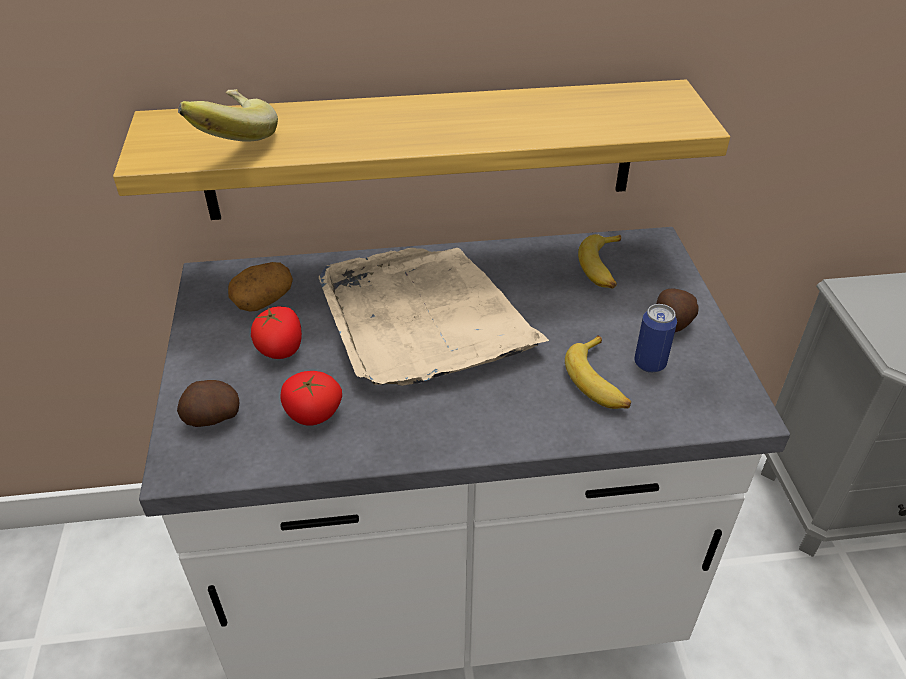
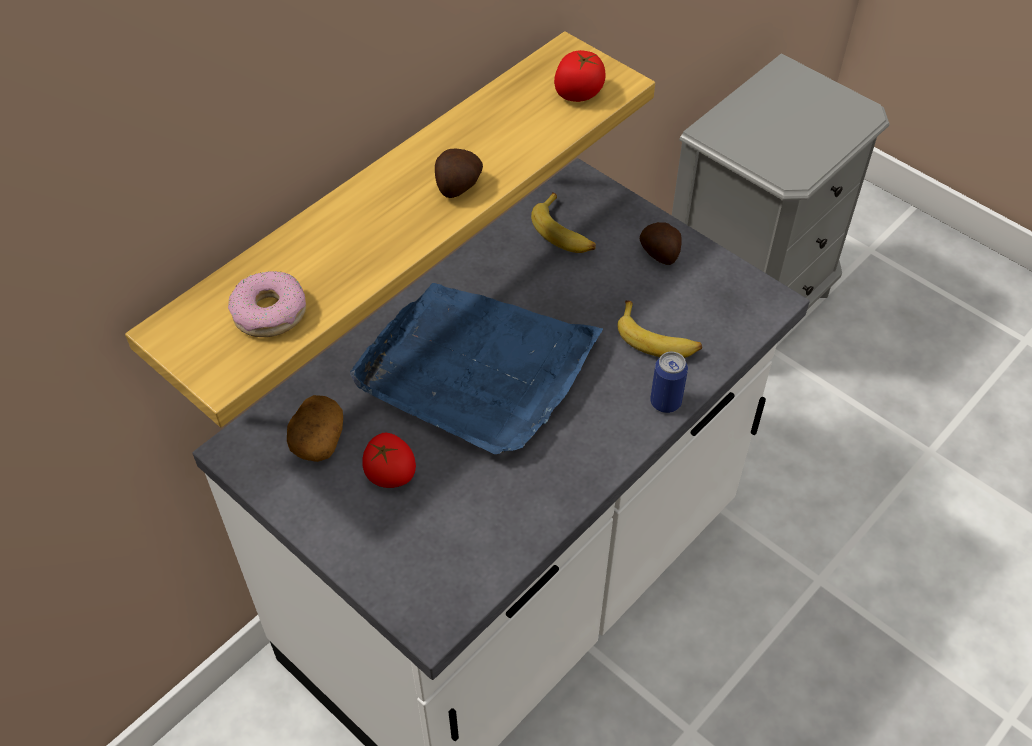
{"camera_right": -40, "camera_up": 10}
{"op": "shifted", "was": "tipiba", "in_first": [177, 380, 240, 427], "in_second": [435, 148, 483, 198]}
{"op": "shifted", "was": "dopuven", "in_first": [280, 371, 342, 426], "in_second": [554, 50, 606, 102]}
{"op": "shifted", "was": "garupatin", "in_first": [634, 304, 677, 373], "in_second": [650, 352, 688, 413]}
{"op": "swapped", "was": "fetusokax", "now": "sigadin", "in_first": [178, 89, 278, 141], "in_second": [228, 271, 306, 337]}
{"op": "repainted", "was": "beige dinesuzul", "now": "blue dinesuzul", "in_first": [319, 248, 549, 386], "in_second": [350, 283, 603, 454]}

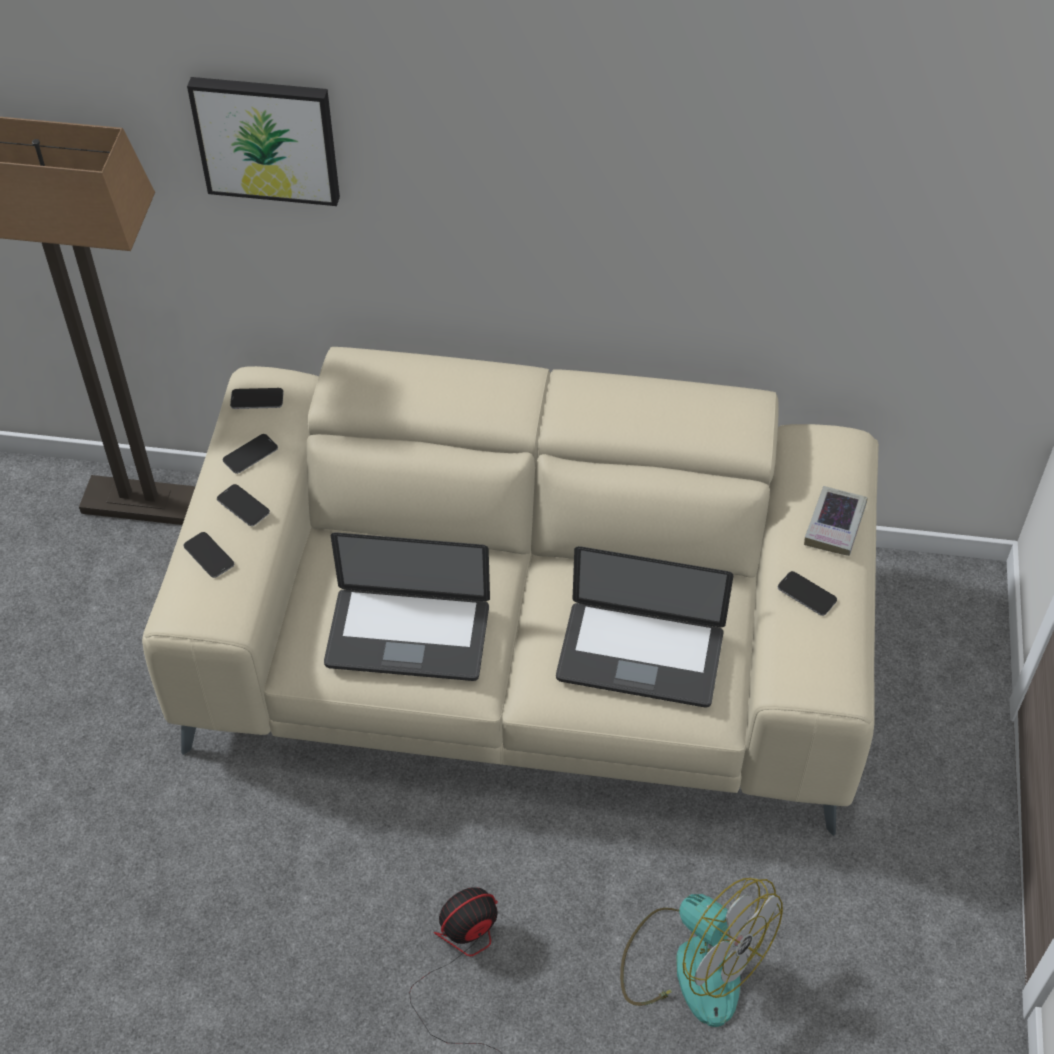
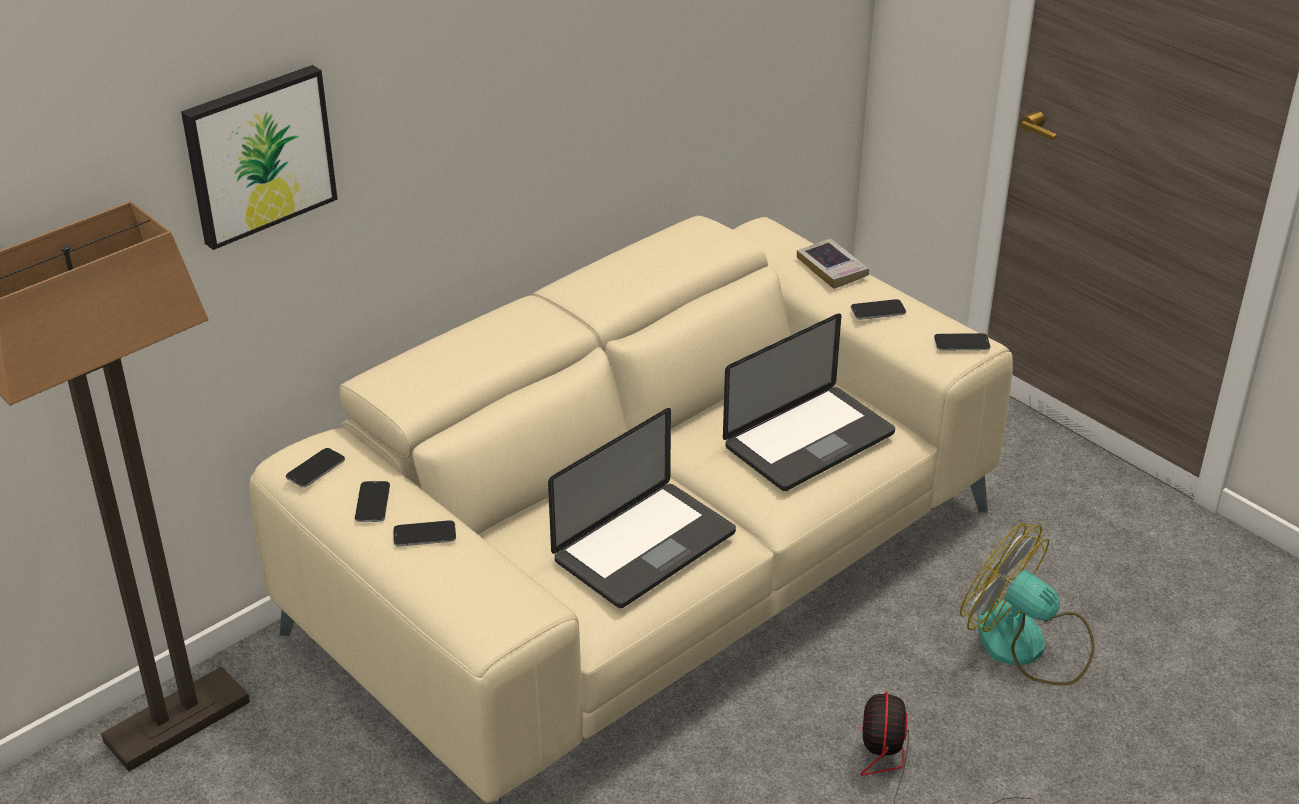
{"camera_right": -50, "camera_up": -15}
{"op": "shifted", "was": "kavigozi", "in_first": [183, 532, 234, 578], "in_second": [934, 333, 990, 351]}
{"op": "rotated", "was": "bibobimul", "in_first": [620, 878, 783, 1027], "in_second": [960, 523, 1095, 686], "clockwise": -135}

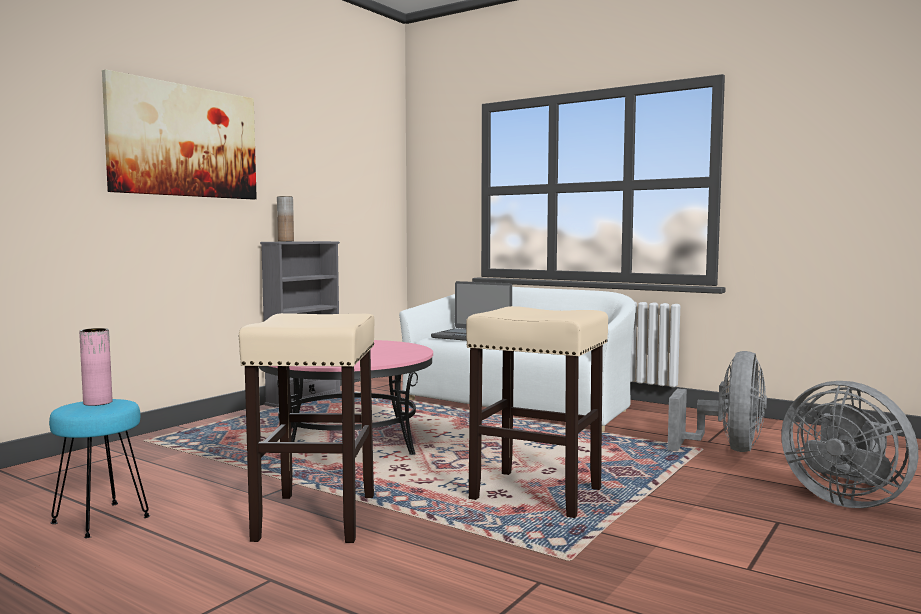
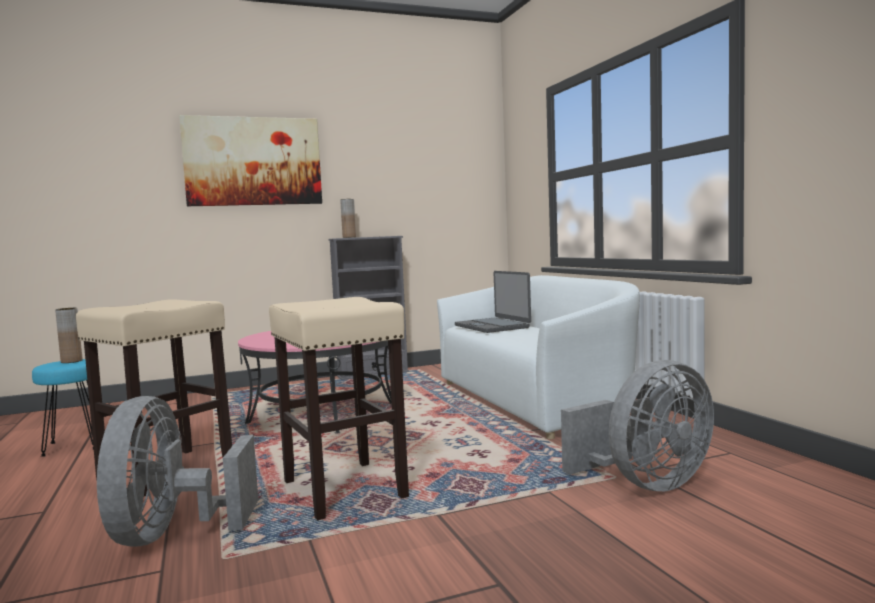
{"camera_right": 35, "camera_up": 0}
{"op": "shifted", "was": "grey bibobimul", "in_first": [781, 381, 918, 508], "in_second": [97, 396, 258, 547]}
{"op": "repainted", "was": "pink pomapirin", "now": "brown pomapirin", "in_first": [79, 328, 112, 406], "in_second": [55, 308, 83, 363]}

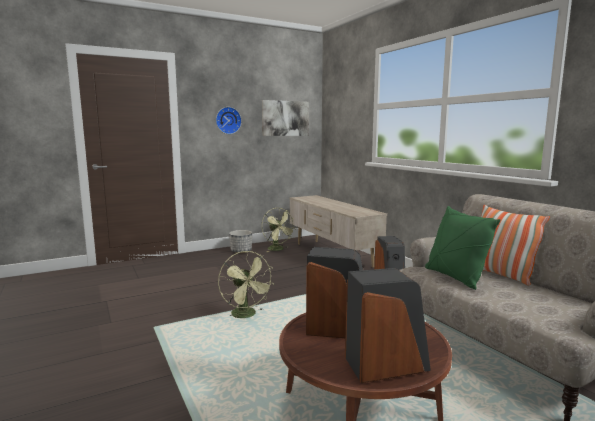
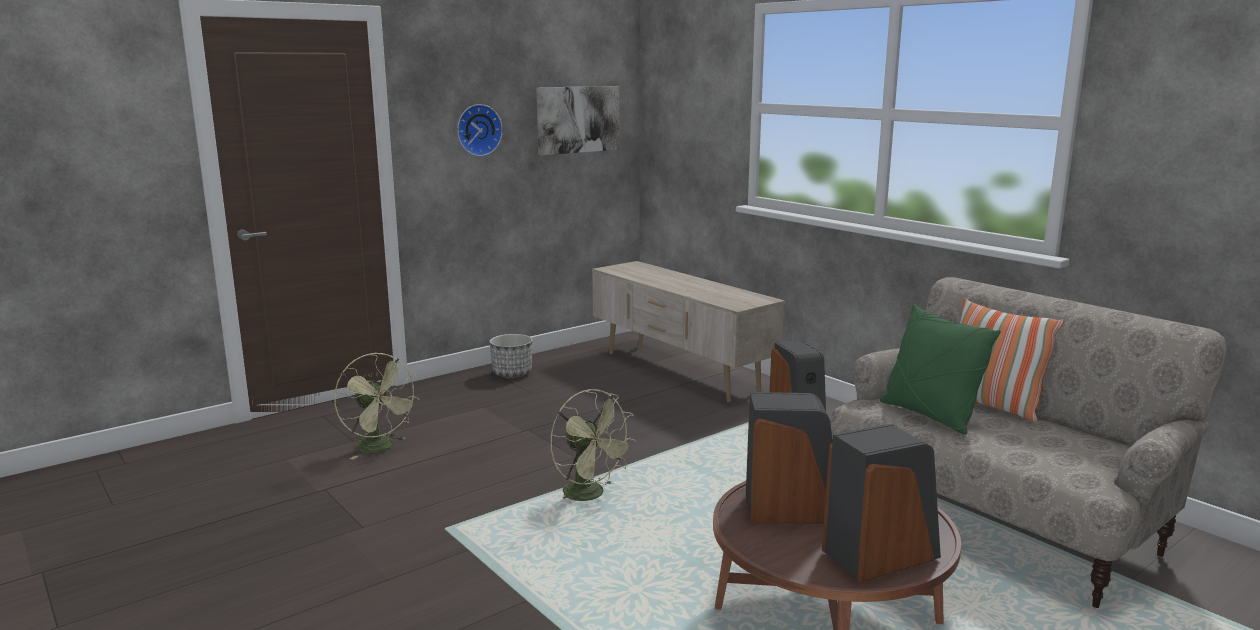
{"camera_right": -10, "camera_up": 5}
{"op": "shifted", "was": "green bibobimul", "in_first": [262, 208, 295, 252], "in_second": [334, 353, 420, 459]}

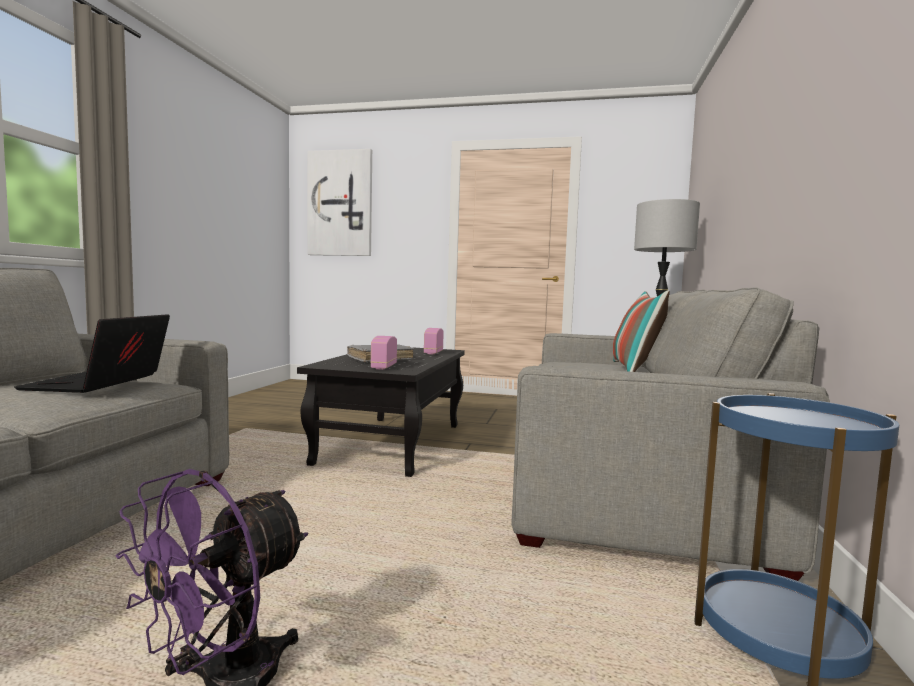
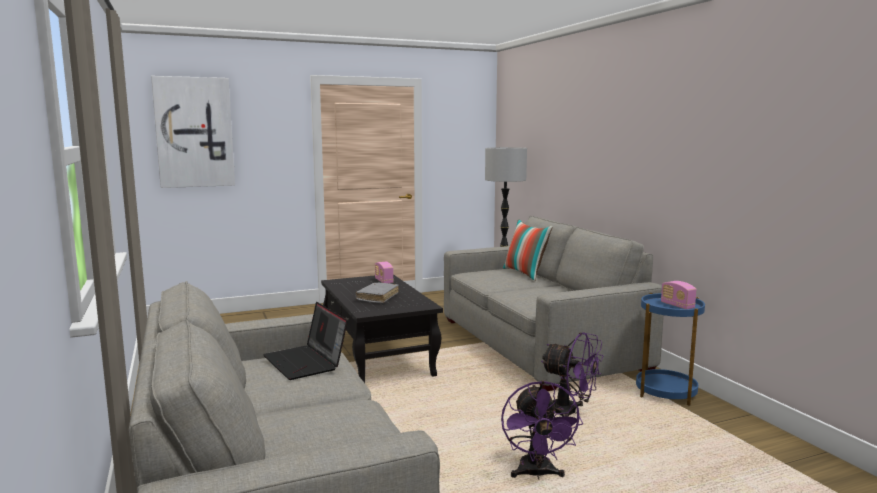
{"camera_right": -35, "camera_up": 5}
{"op": "new", "now": "purple bibobimul", "in_second": [541, 332, 603, 417]}
{"op": "shifted", "was": "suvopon", "in_first": [370, 336, 397, 370], "in_second": [661, 281, 697, 309]}

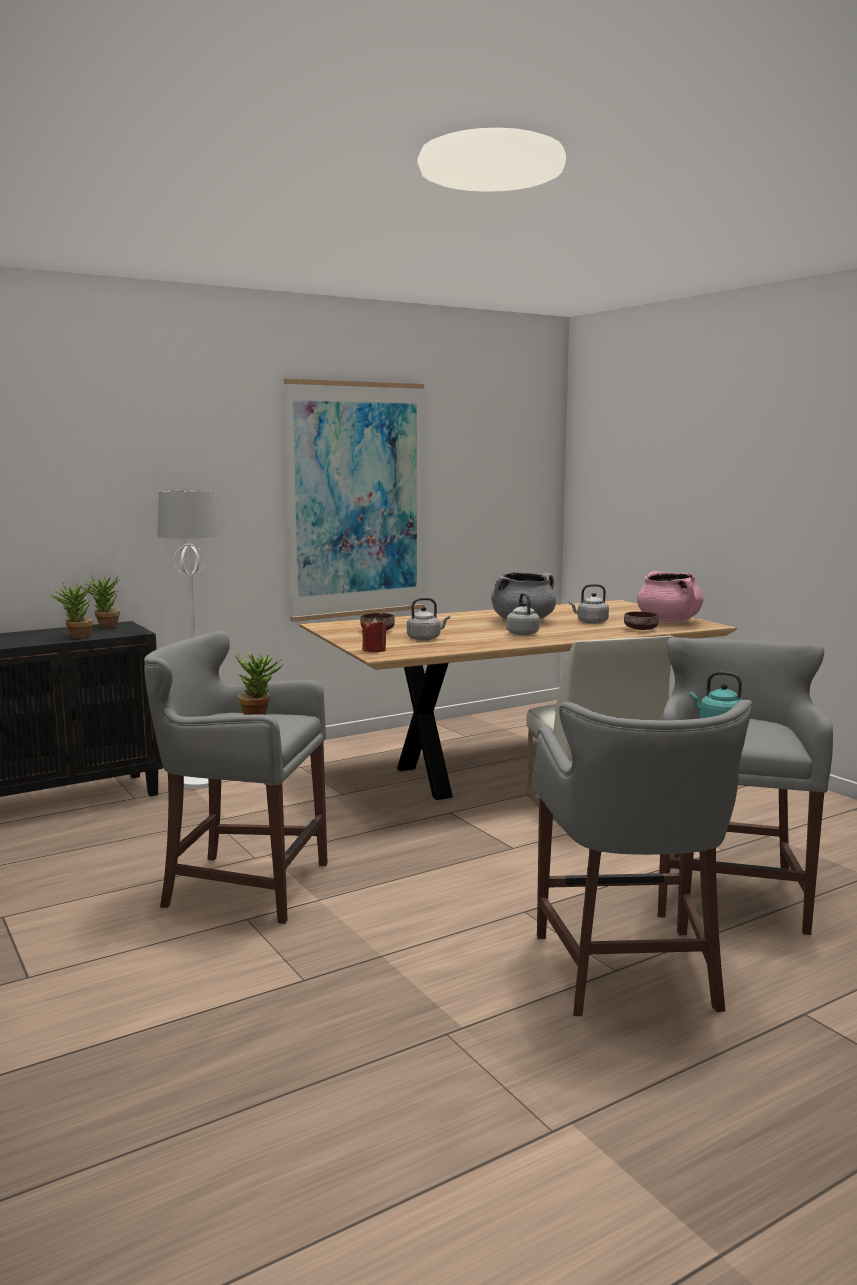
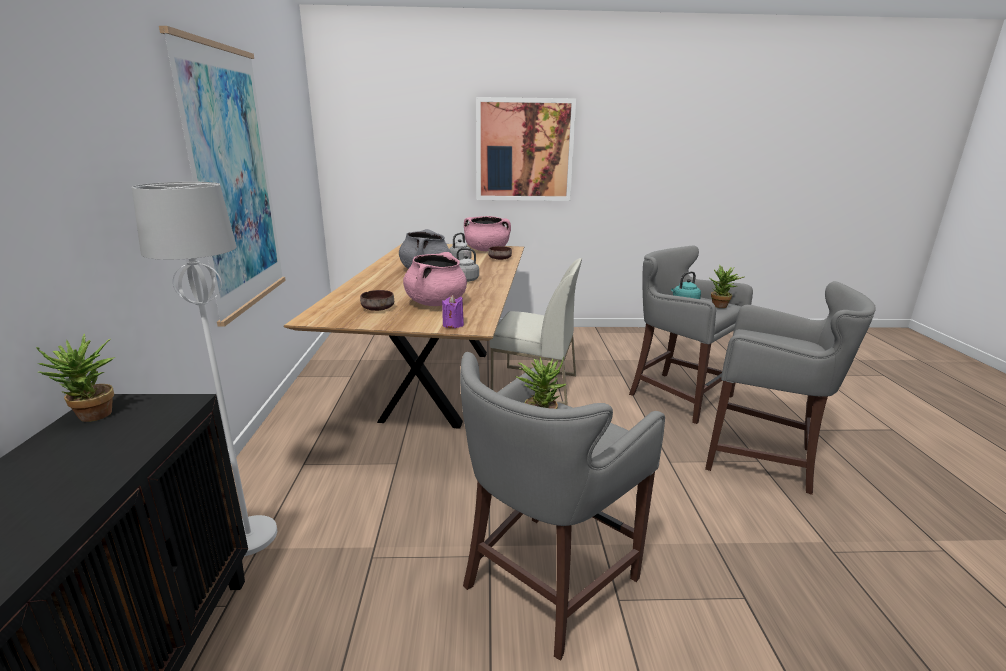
{"camera_right": -60, "camera_up": 10}
{"op": "new", "now": "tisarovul", "in_second": [476, 97, 576, 201]}
{"op": "shifted", "was": "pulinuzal", "in_first": [51, 583, 93, 639], "in_second": [709, 264, 744, 308]}
{"op": "swapped", "was": "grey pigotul", "now": "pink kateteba", "in_first": [407, 598, 450, 641], "in_second": [403, 252, 467, 306]}
{"op": "repainted", "was": "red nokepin", "now": "purple nokepin", "in_first": [362, 618, 387, 653], "in_second": [442, 295, 464, 328]}

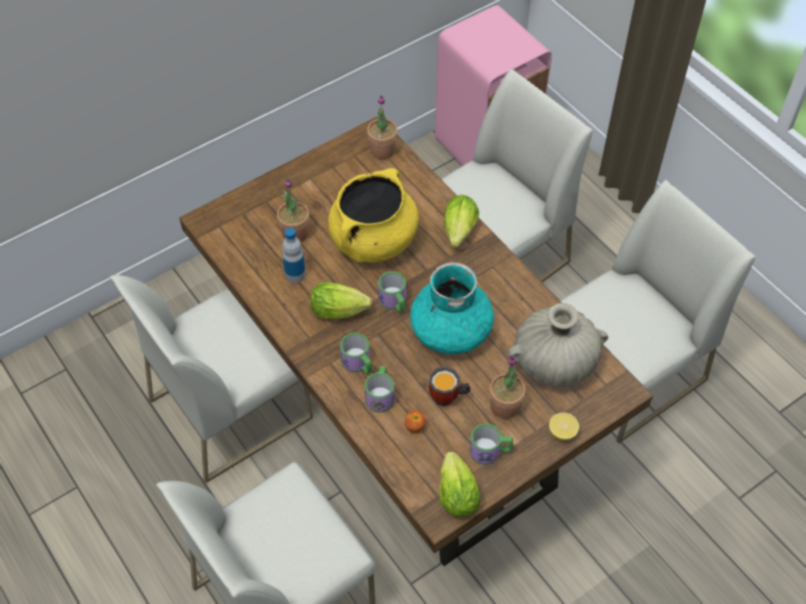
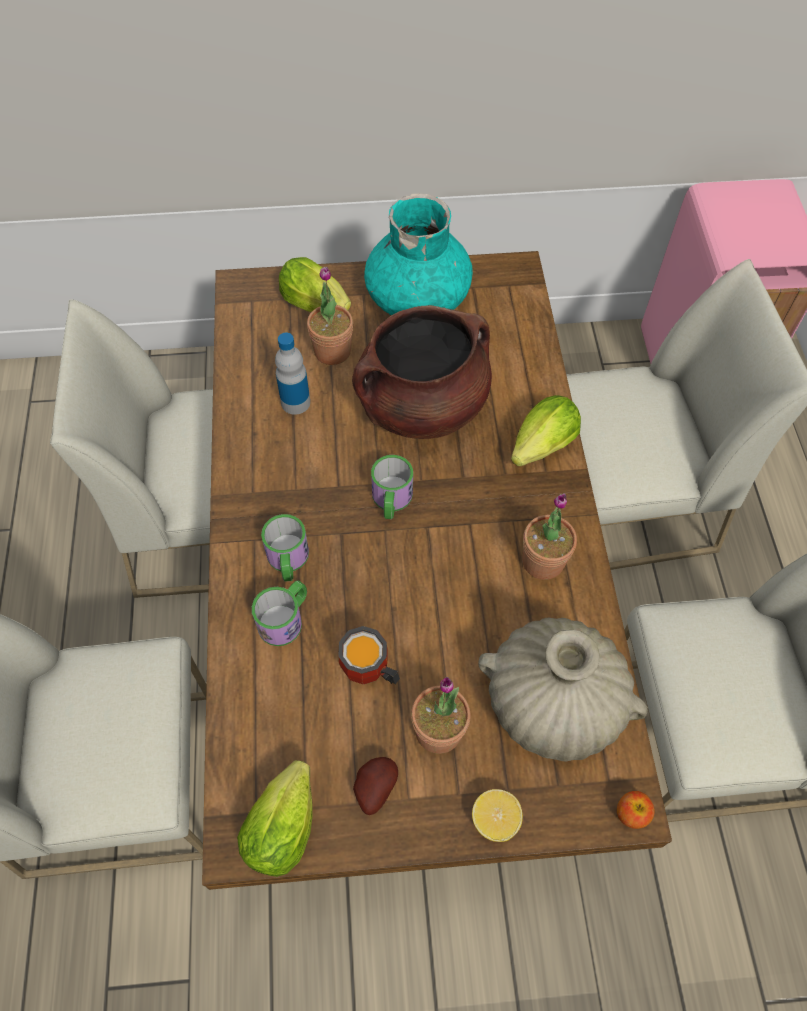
{"camera_right": 30, "camera_up": 5}
{"op": "shifted", "was": "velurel", "in_first": [310, 282, 372, 319], "in_second": [279, 257, 351, 312]}
{"op": "shifted", "was": "pulinuzal", "in_first": [367, 95, 397, 159], "in_second": [522, 493, 577, 580]}
{"op": "shifted", "was": "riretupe", "in_first": [405, 411, 426, 433], "in_second": [617, 791, 655, 829]}
{"op": "shifted", "was": "turquoise pomapirin", "in_first": [410, 262, 494, 354], "in_second": [364, 194, 473, 315]}
{"op": "swapped", "was": "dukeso", "now": "tipiba", "in_first": [470, 424, 513, 465], "in_second": [353, 757, 398, 815]}
{"op": "repainted", "was": "yellow kateteba", "now": "brown kateteba", "in_first": [328, 168, 419, 262], "in_second": [352, 305, 492, 439]}

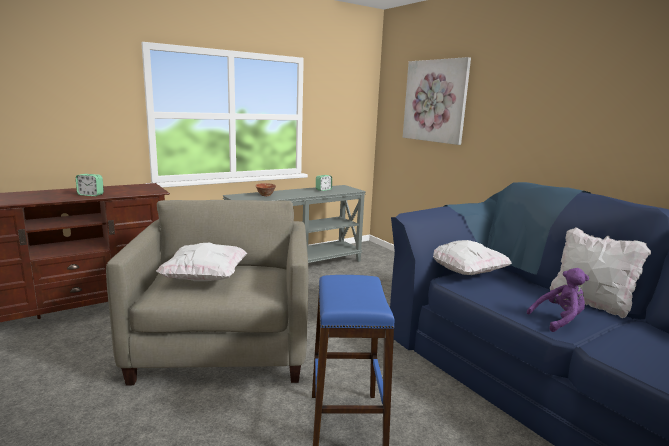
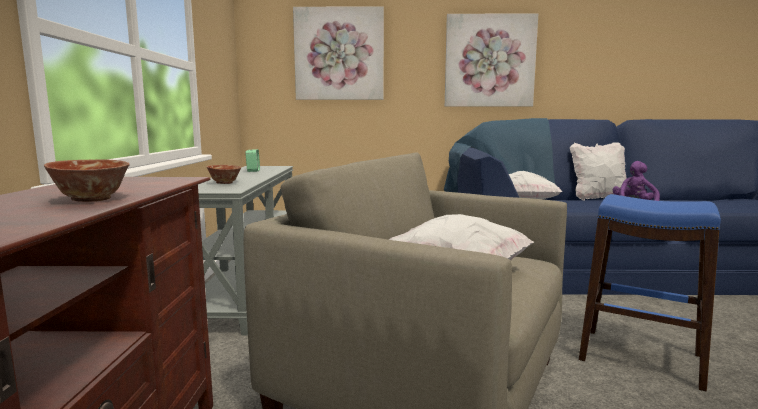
{"camera_right": -55, "camera_up": -5}
{"op": "new", "now": "tisarovul", "in_second": [445, 14, 538, 107]}
{"op": "swapped", "was": "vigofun", "now": "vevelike", "in_first": [76, 174, 104, 196], "in_second": [44, 159, 130, 202]}

